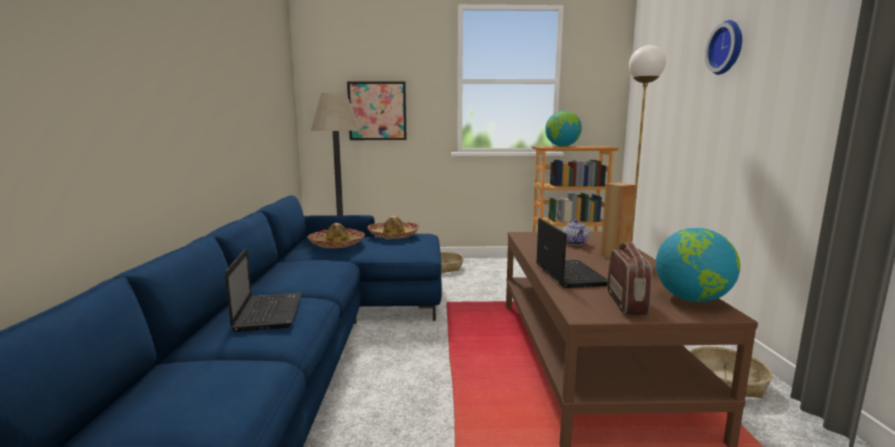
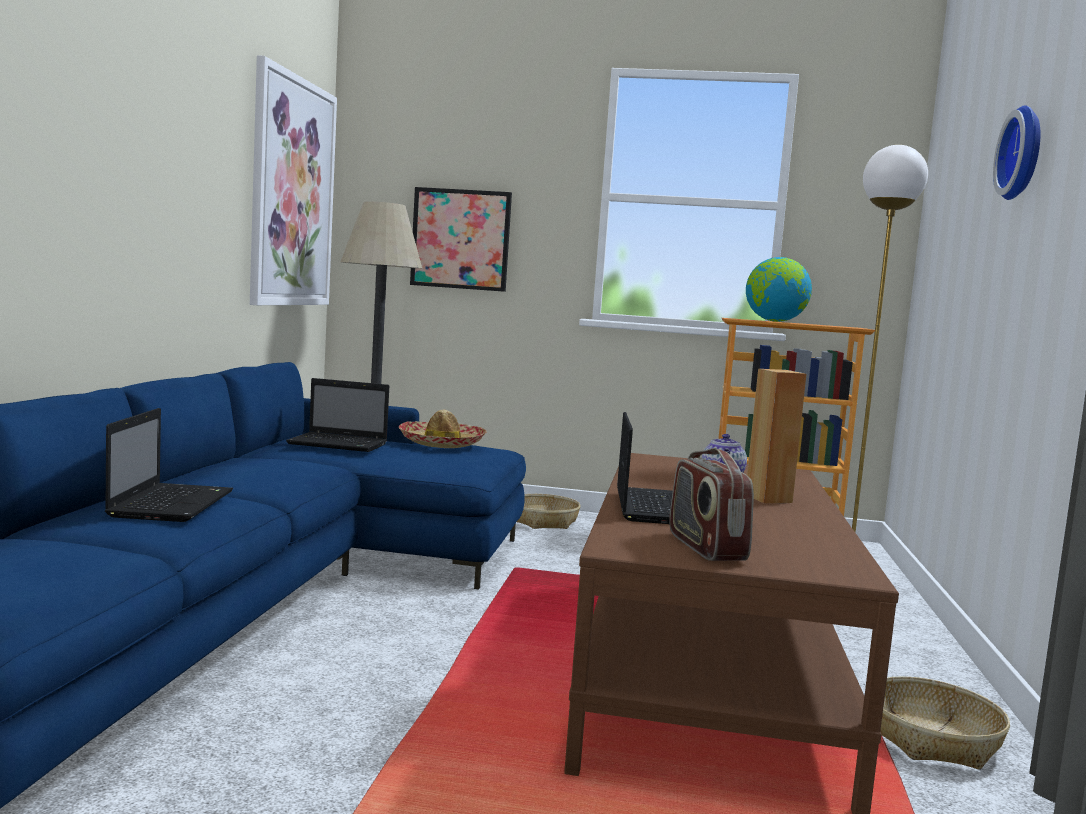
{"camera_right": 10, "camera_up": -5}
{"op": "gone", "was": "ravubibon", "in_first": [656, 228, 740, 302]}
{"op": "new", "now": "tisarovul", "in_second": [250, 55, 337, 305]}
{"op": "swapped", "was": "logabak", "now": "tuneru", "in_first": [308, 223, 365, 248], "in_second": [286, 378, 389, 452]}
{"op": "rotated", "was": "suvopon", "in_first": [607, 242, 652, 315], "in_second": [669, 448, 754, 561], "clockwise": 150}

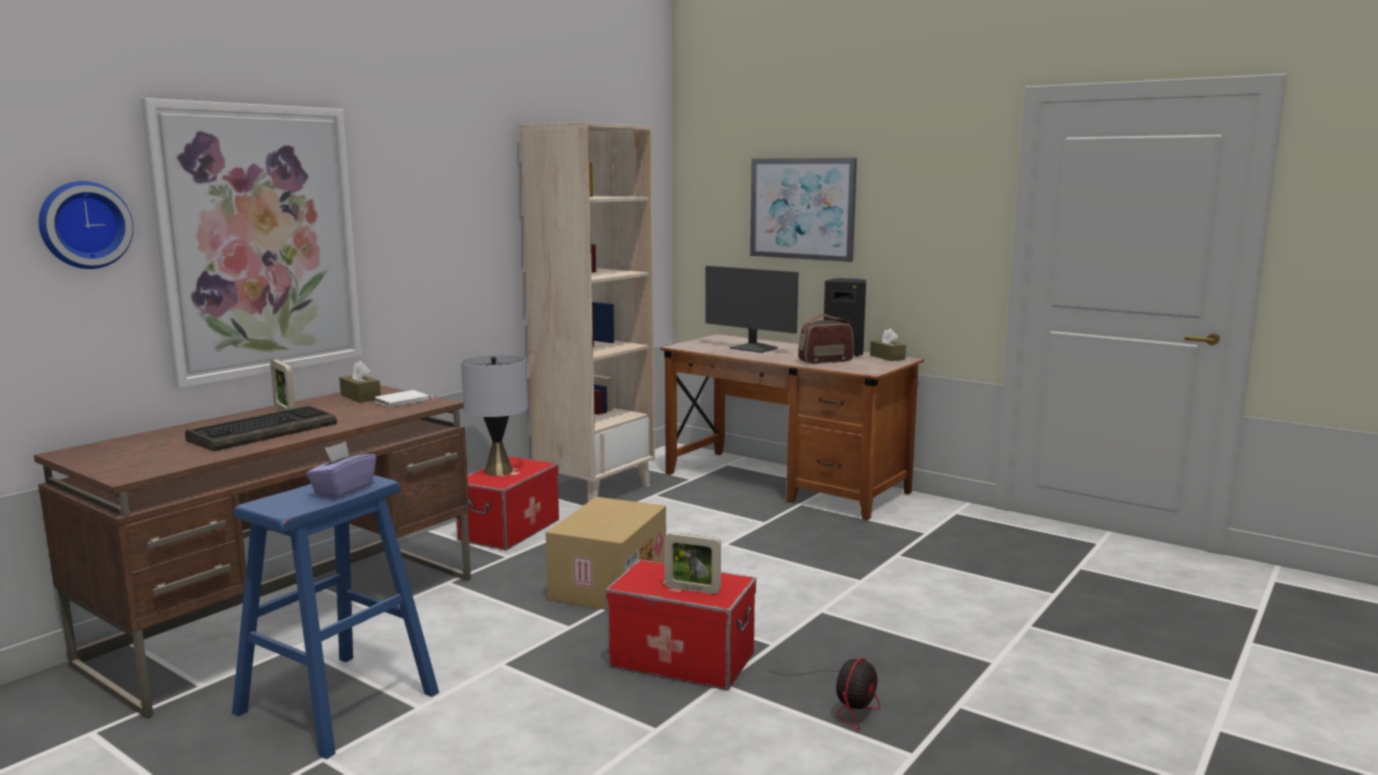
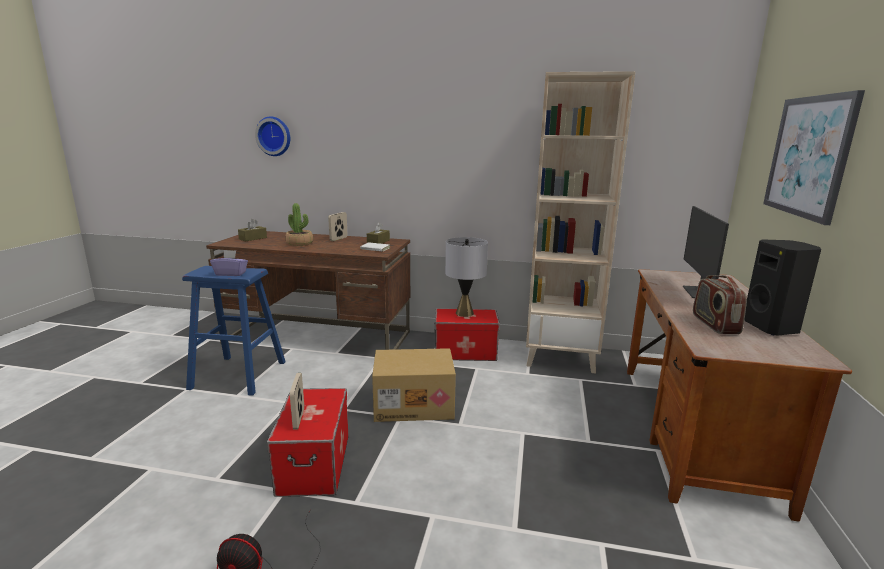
{"camera_right": 65, "camera_up": 5}
{"op": "gone", "was": "tisarovul", "in_first": [141, 98, 362, 389]}
{"op": "shifted", "was": "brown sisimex", "in_first": [870, 328, 906, 361], "in_second": [238, 219, 267, 241]}
{"op": "swapped", "was": "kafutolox", "now": "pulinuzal", "in_first": [185, 406, 337, 451], "in_second": [285, 203, 313, 246]}
{"op": "rotated", "was": "suvopon", "in_first": [798, 314, 854, 364], "in_second": [693, 275, 747, 334], "clockwise": -135}

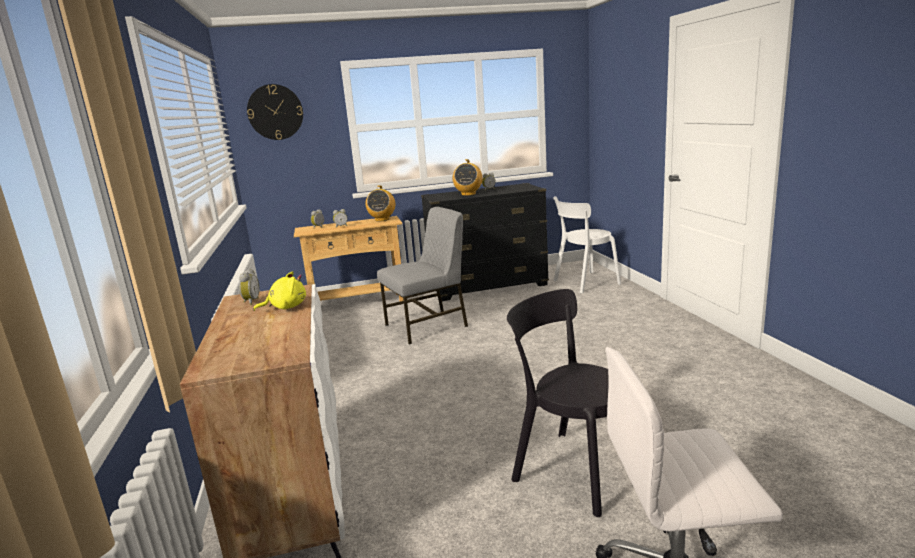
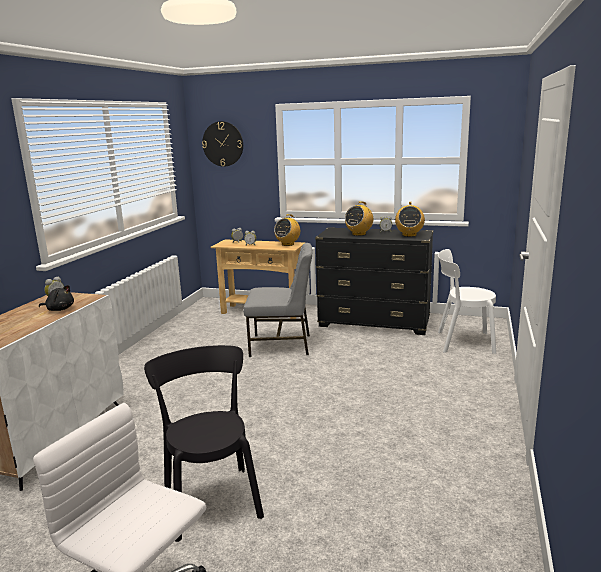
{"camera_right": 30, "camera_up": 0}
{"op": "new", "now": "suvopon", "in_second": [395, 202, 425, 237]}
{"op": "repainted", "was": "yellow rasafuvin", "now": "black rasafuvin", "in_first": [253, 271, 306, 311], "in_second": [39, 285, 74, 311]}

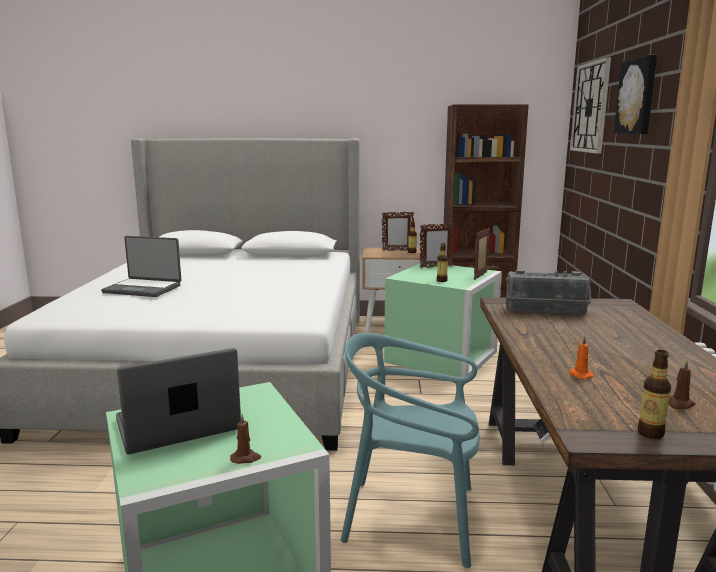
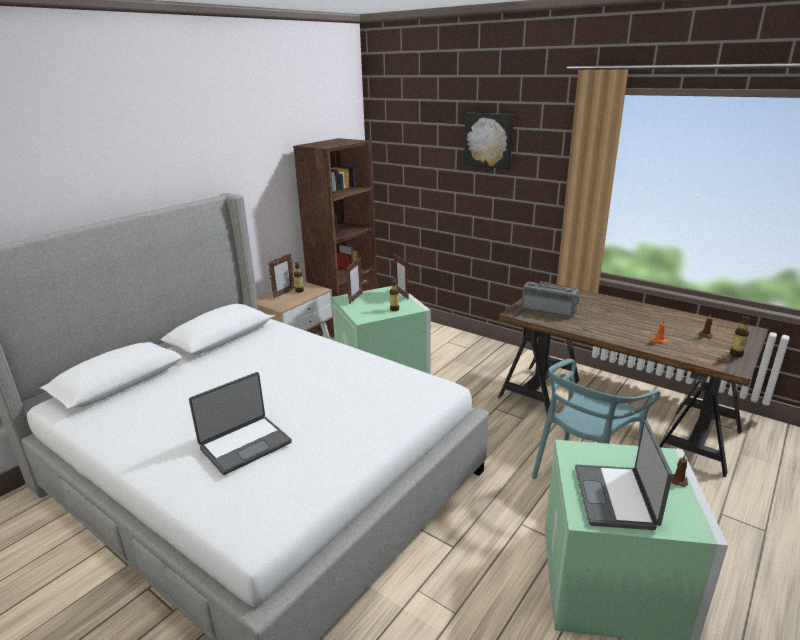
{"camera_right": -55, "camera_up": 10}
{"op": "gone", "was": "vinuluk", "in_first": [570, 57, 611, 154]}
{"op": "rotated", "was": "suvopon", "in_first": [506, 269, 591, 315], "in_second": [522, 281, 580, 318], "clockwise": -105}

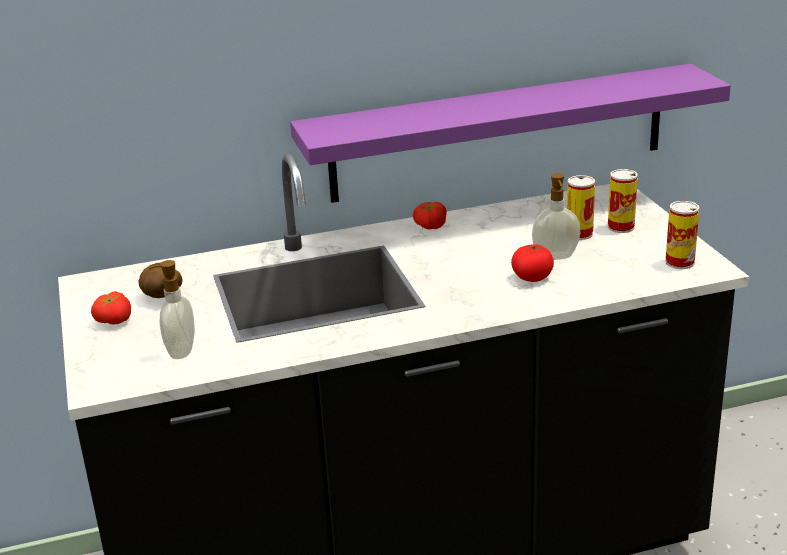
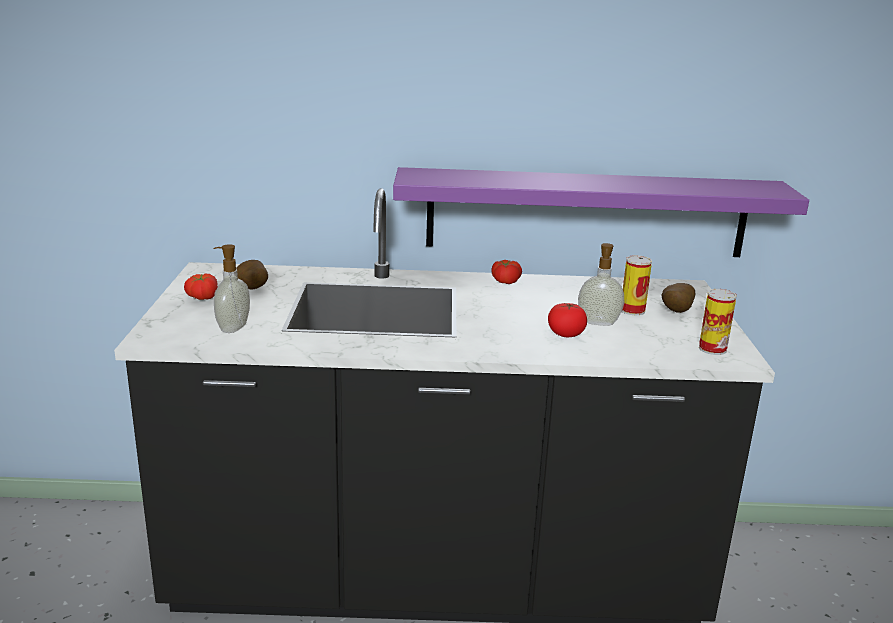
{"camera_right": 15, "camera_up": -5}
{"op": "swapped", "was": "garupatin", "now": "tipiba", "in_first": [608, 169, 638, 233], "in_second": [661, 283, 695, 313]}

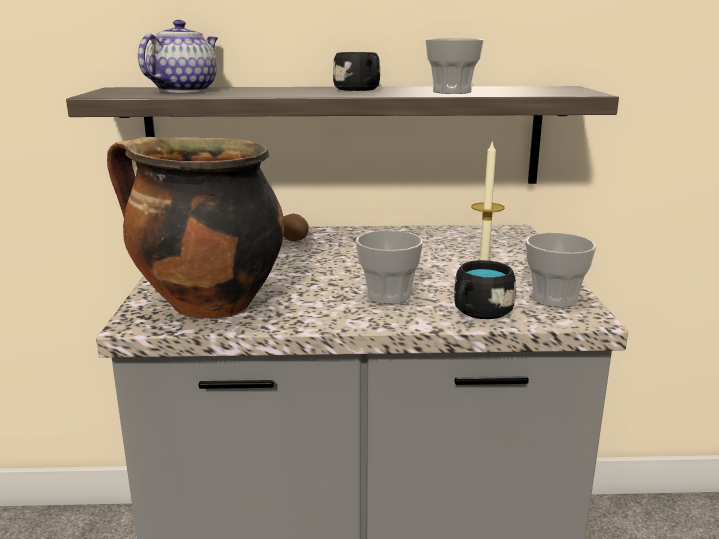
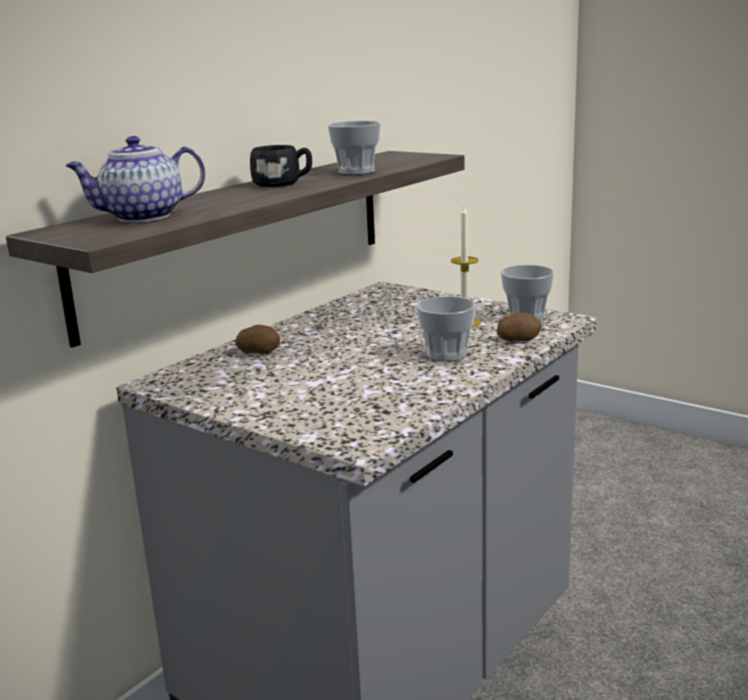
{"camera_right": -50, "camera_up": 0}
{"op": "gone", "was": "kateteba", "in_first": [107, 137, 284, 318]}
{"op": "swapped", "was": "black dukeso", "now": "tipiba", "in_first": [454, 260, 516, 319], "in_second": [497, 312, 542, 341]}
{"op": "rotated", "was": "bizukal", "in_first": [138, 20, 218, 93], "in_second": [65, 136, 205, 222], "clockwise": -90}

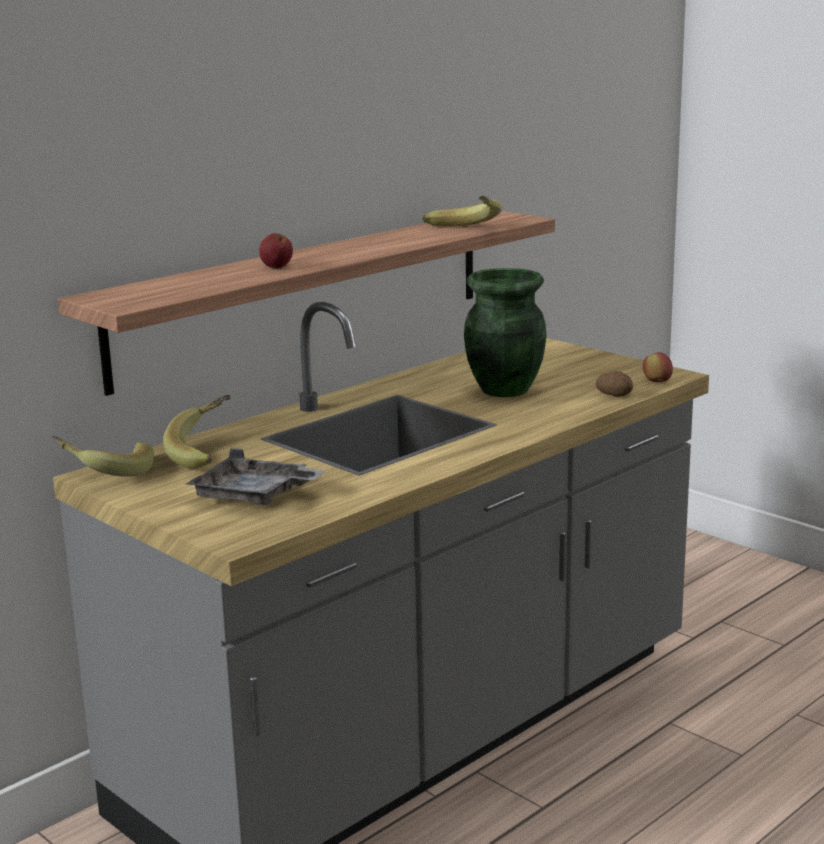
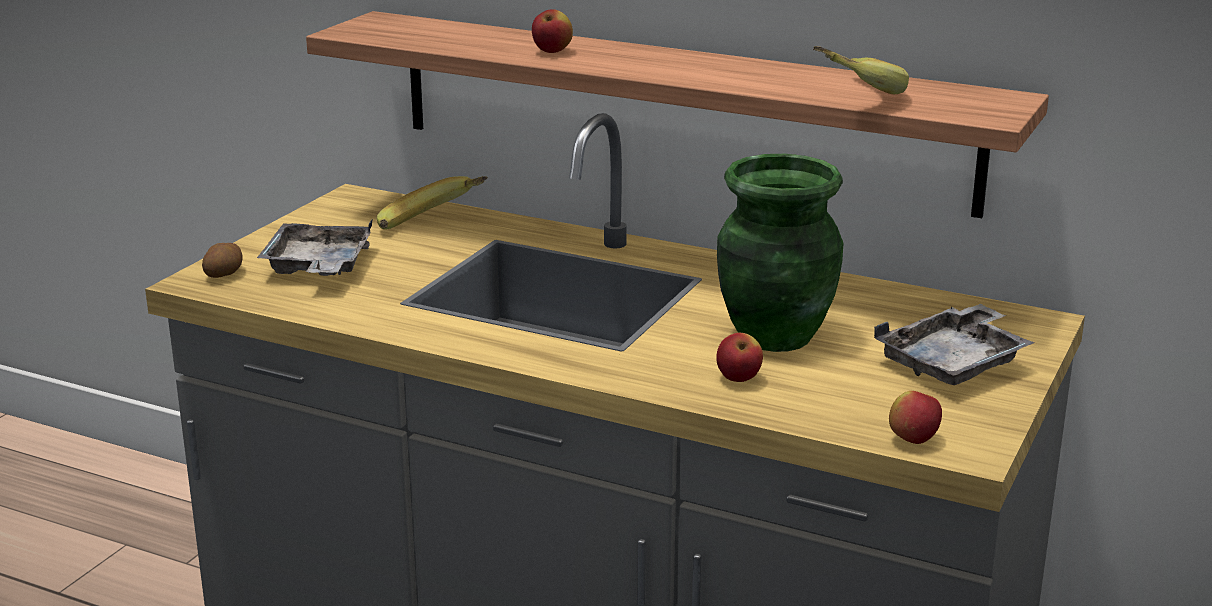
{"camera_right": 70, "camera_up": 5}
{"op": "gone", "was": "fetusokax", "in_first": [52, 436, 154, 477]}
{"op": "new", "now": "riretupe", "in_second": [716, 333, 763, 382]}
{"op": "new", "now": "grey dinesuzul", "in_second": [874, 304, 1035, 385]}
{"op": "shifted", "was": "tipiba", "in_first": [596, 371, 633, 397], "in_second": [202, 243, 243, 278]}

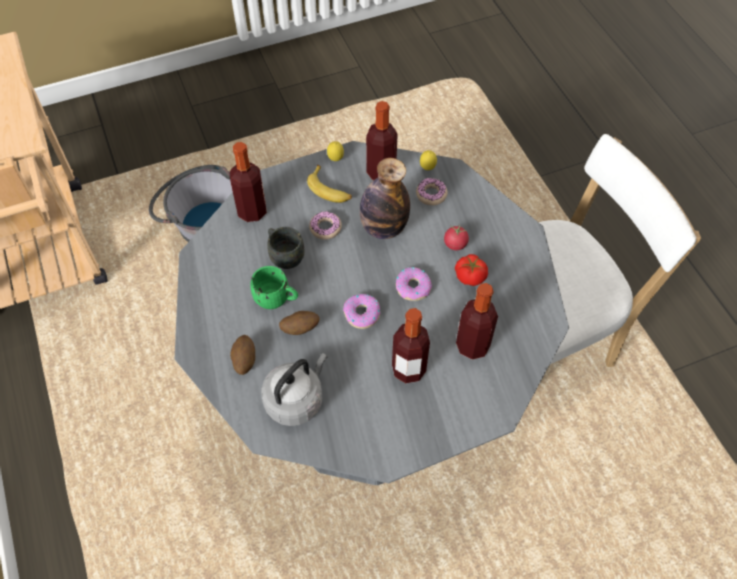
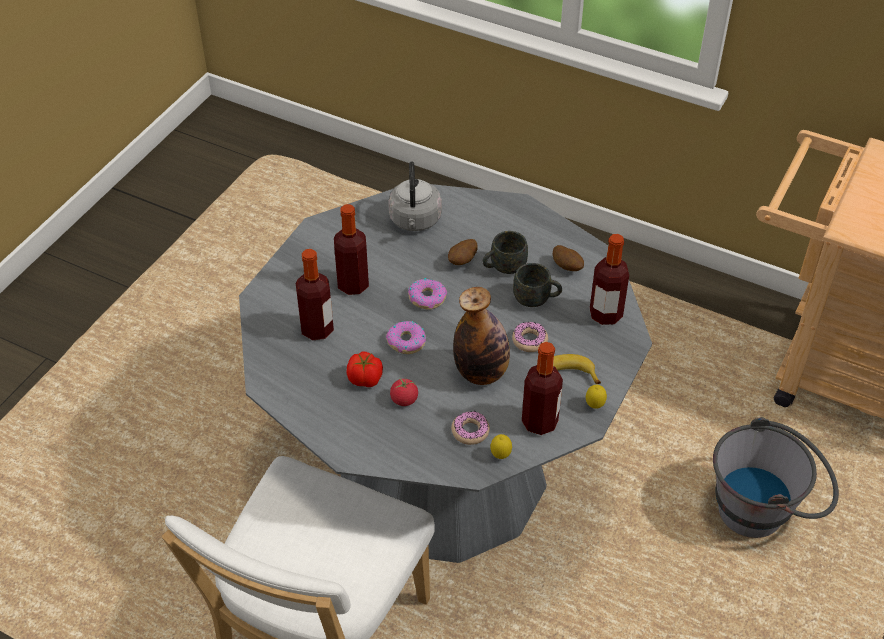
{"camera_right": 140, "camera_up": -10}
{"op": "shifted", "was": "tipiba", "in_first": [230, 335, 255, 375], "in_second": [553, 245, 584, 271]}
{"op": "repainted", "was": "green dukeso", "now": "grey dukeso", "in_first": [250, 266, 298, 309], "in_second": [483, 231, 528, 274]}

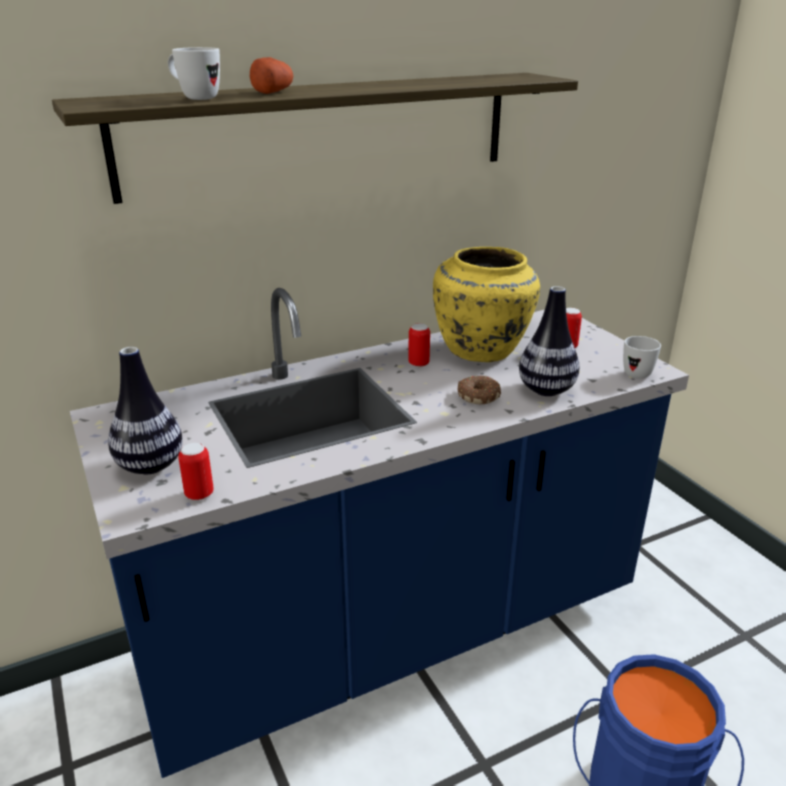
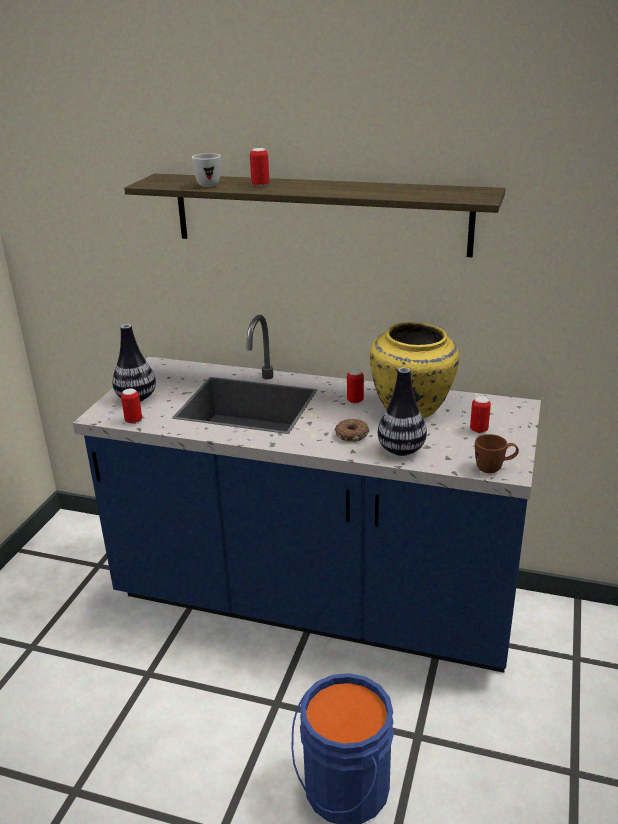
{"camera_right": 45, "camera_up": 0}
{"op": "swapped", "was": "tipiba", "now": "garupatin", "in_first": [250, 57, 293, 94], "in_second": [250, 148, 269, 187]}
{"op": "repainted", "was": "white dukeso", "now": "brown dukeso", "in_first": [623, 336, 661, 379], "in_second": [475, 434, 519, 473]}

